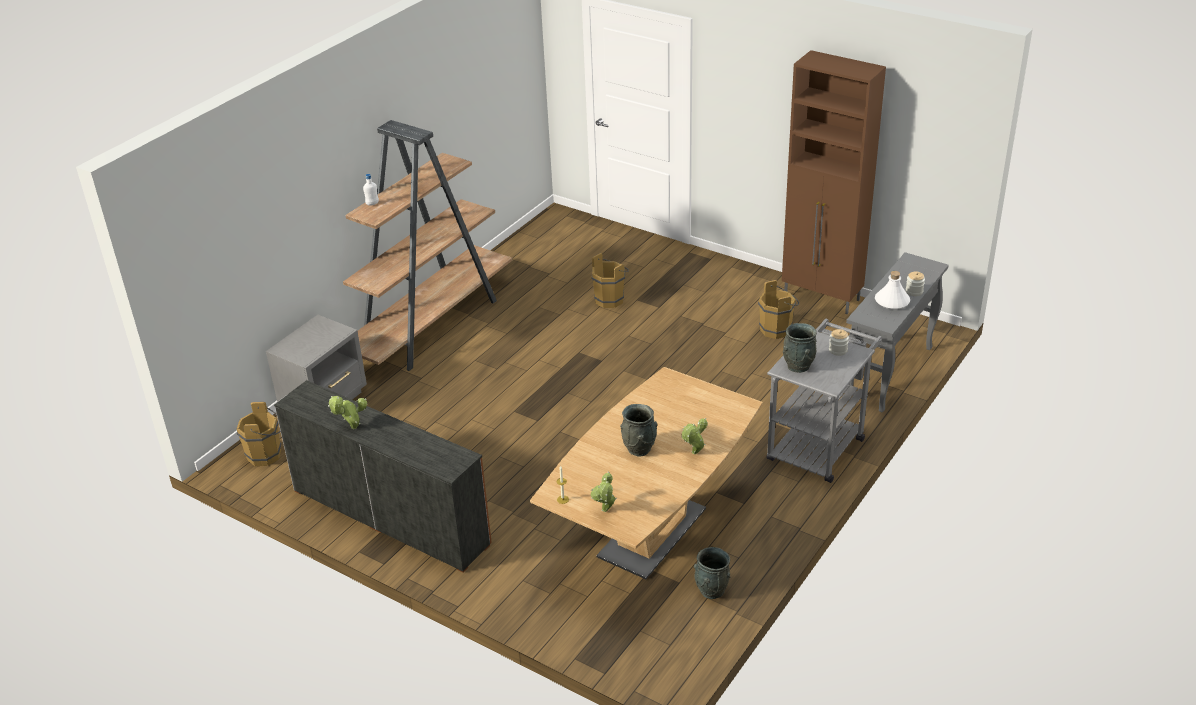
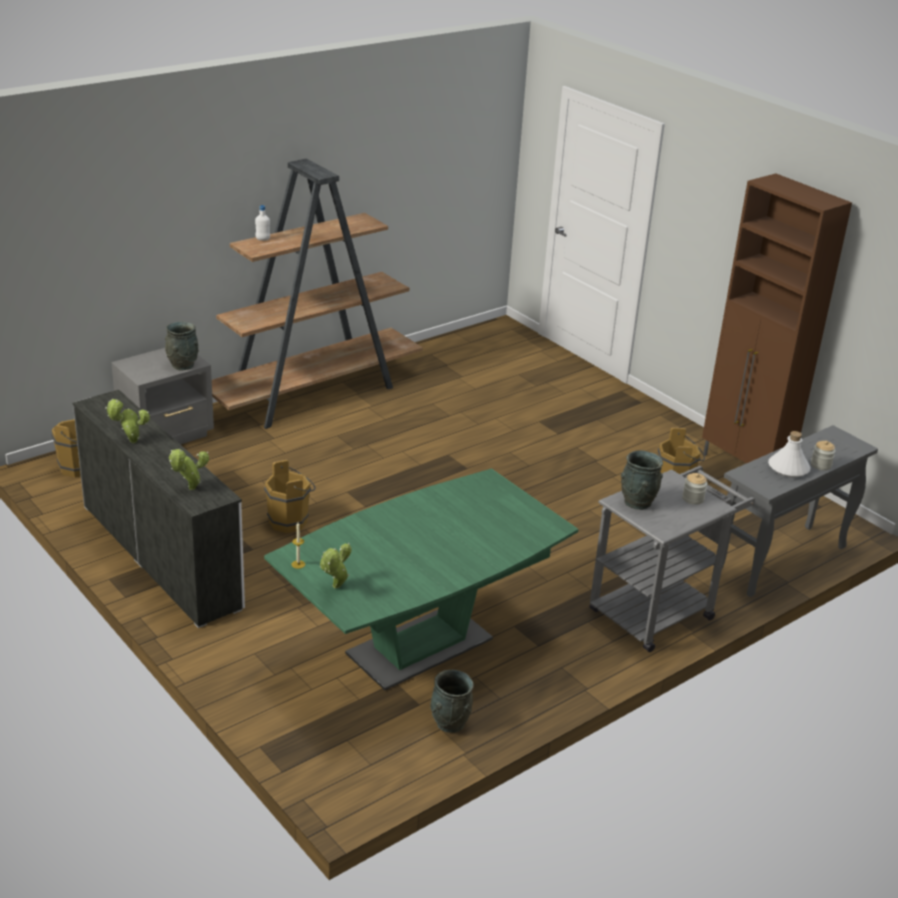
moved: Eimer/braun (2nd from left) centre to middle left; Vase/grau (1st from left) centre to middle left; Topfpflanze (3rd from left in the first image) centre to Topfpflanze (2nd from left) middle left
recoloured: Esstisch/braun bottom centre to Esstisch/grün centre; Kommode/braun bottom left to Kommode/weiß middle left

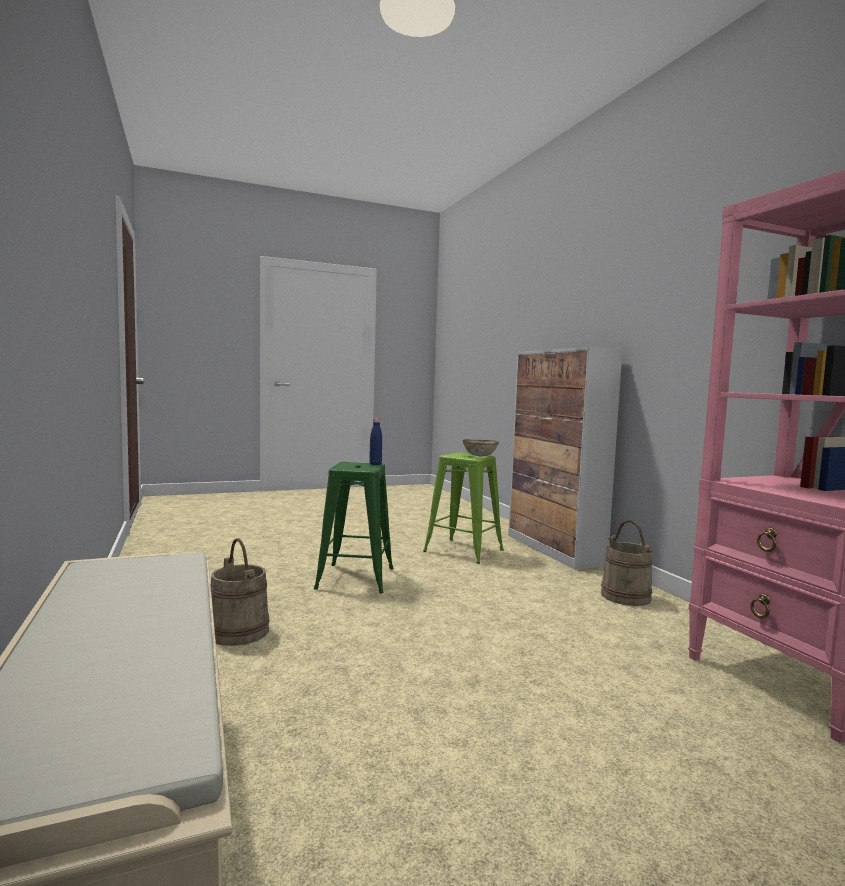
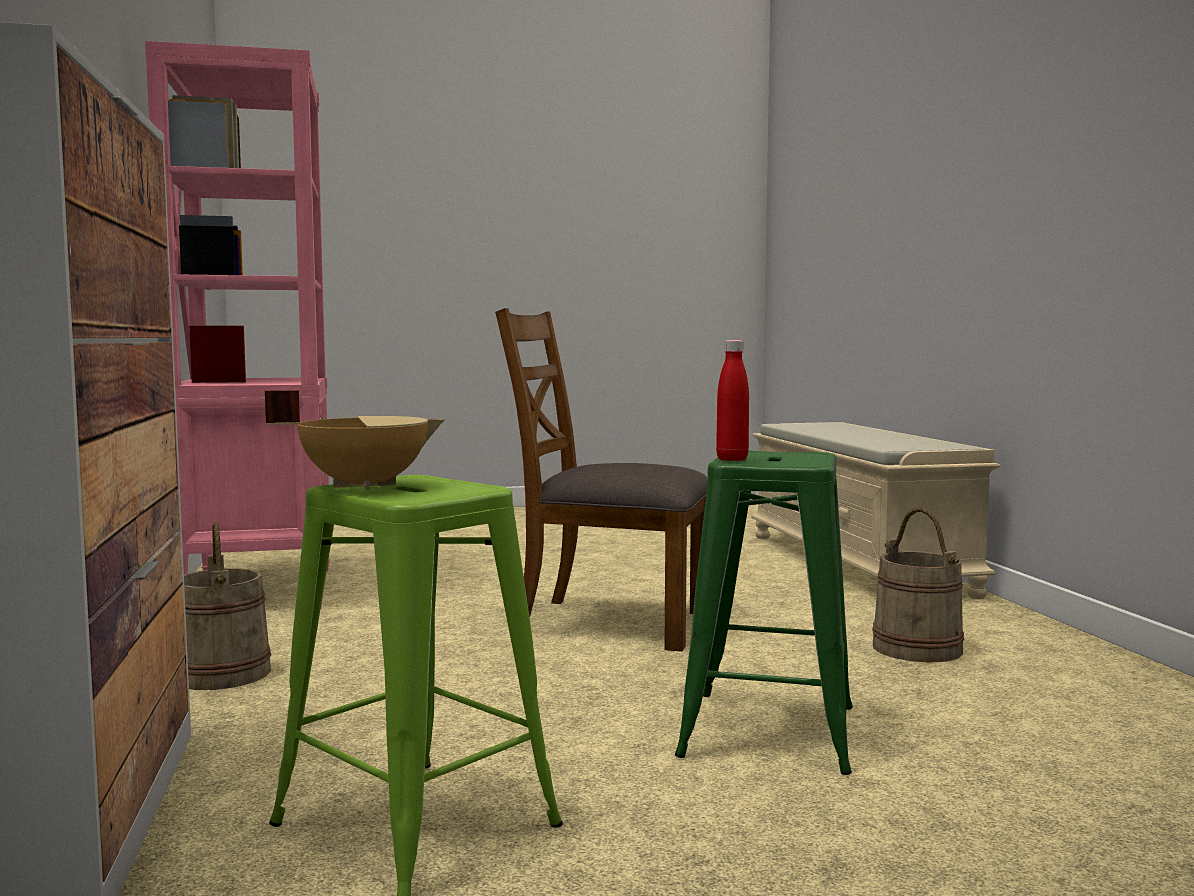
added: Stuhl/braun centre
replaced: Schüssel centre to Kochtopf/beige middle left
recoloured: Flasche/blau centre to Flasche/rot centre

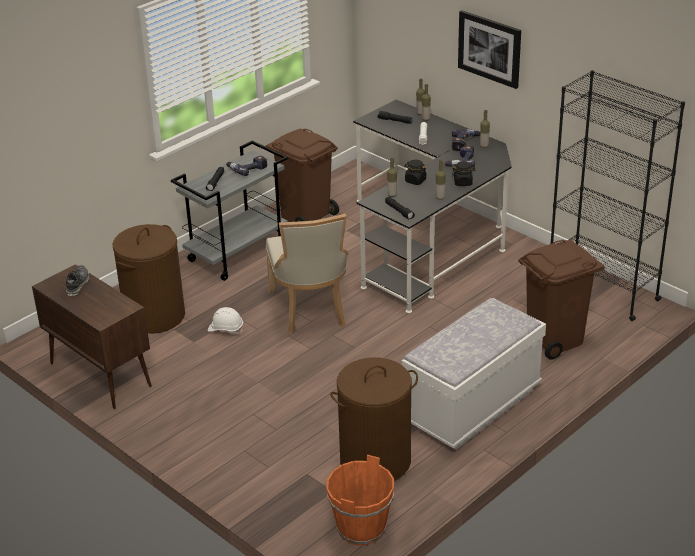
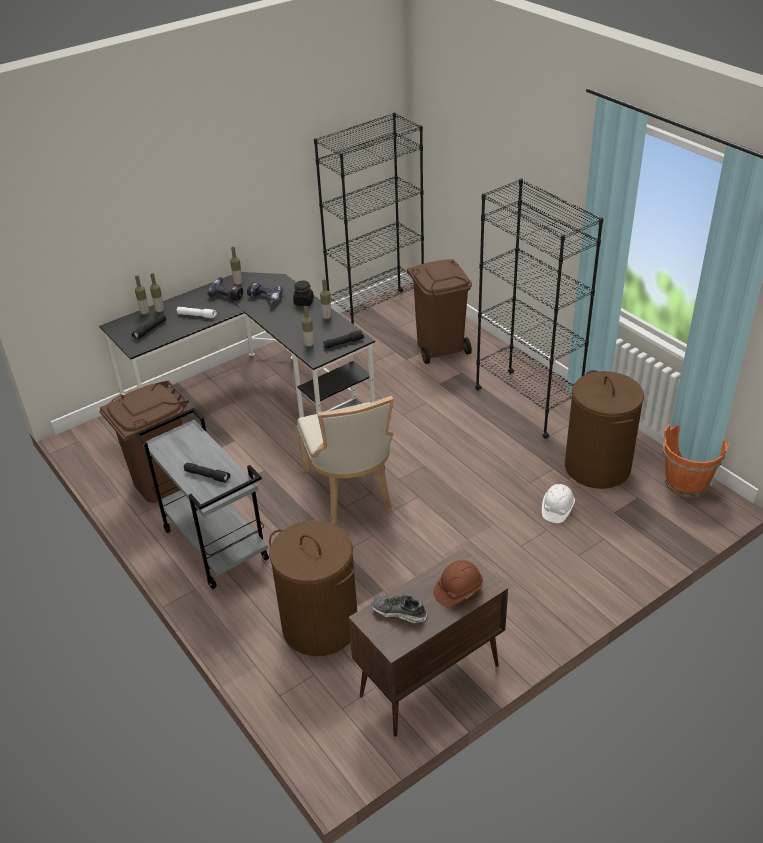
removed: Bild top right; Bohrmaschine (1st from left) top centre; Vorratsglas/schwarz (1st from left) top centre
added: Schutzhelm/braun bottom centre
moved: Schutzhelm/weiß middle left to middle right
replaced: Bank/weiß bottom right to Bücherregal/schwarz (2nd from left) middle right
turned: Stuhl/beige centre = centre 75 degrees clockwise

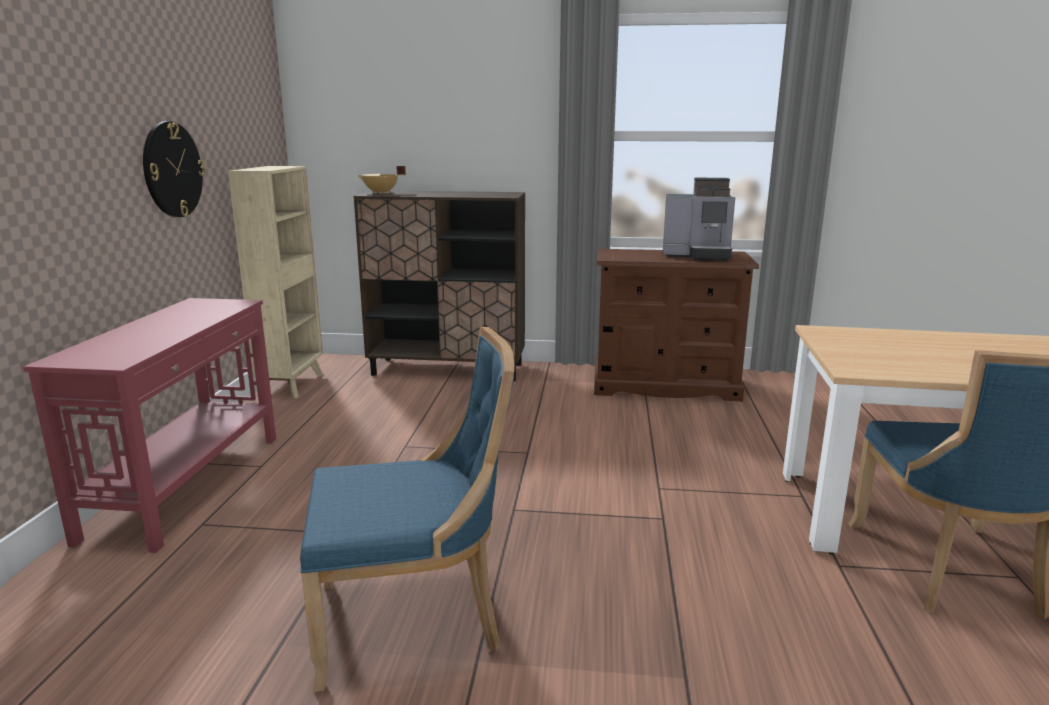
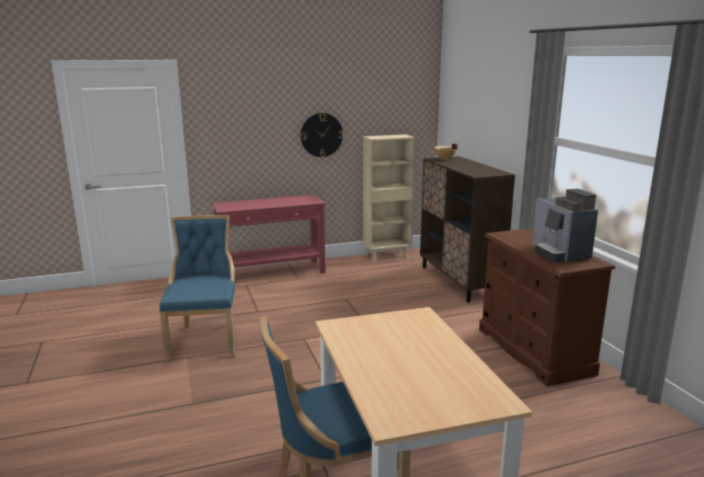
turned: Stuhl/blau (1st from left) bottom centre = middle left 150 degrees counterclockwise

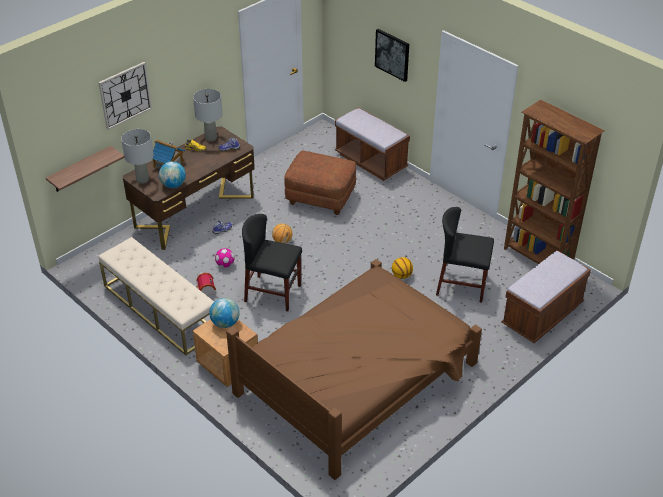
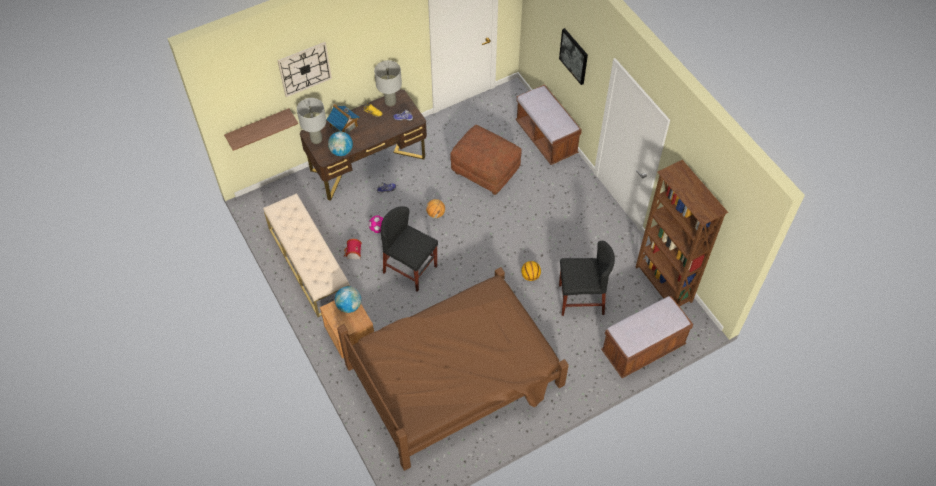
turned: Stuhl/schwarz (2nd from left) middle right = centre 150 degrees clockwise

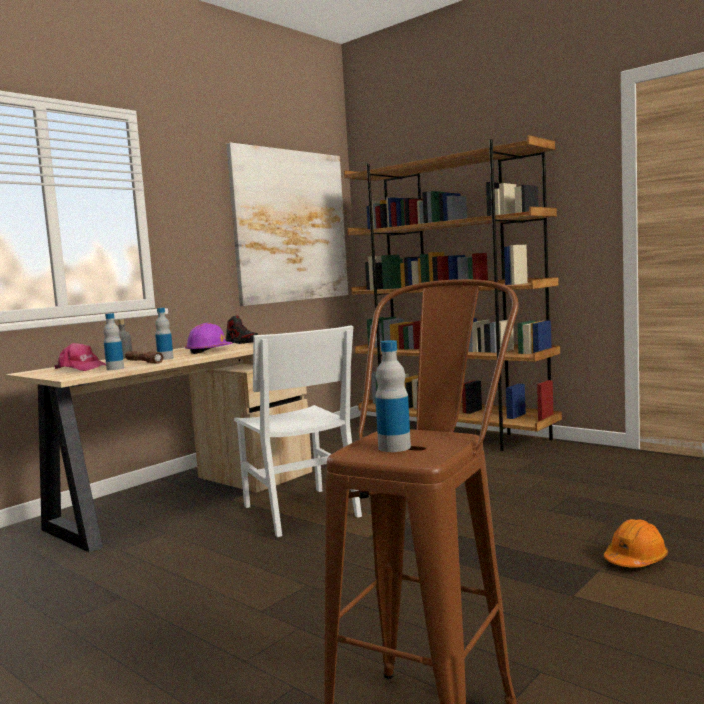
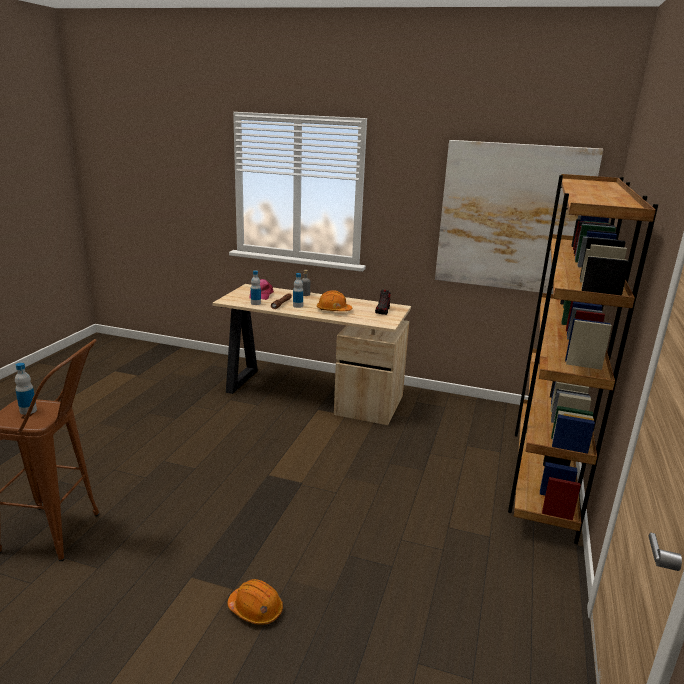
removed: Stuhl/weiß centre
recoloured: Schutzhelm/lila middle left to Schutzhelm/orange (2nd from left) centre

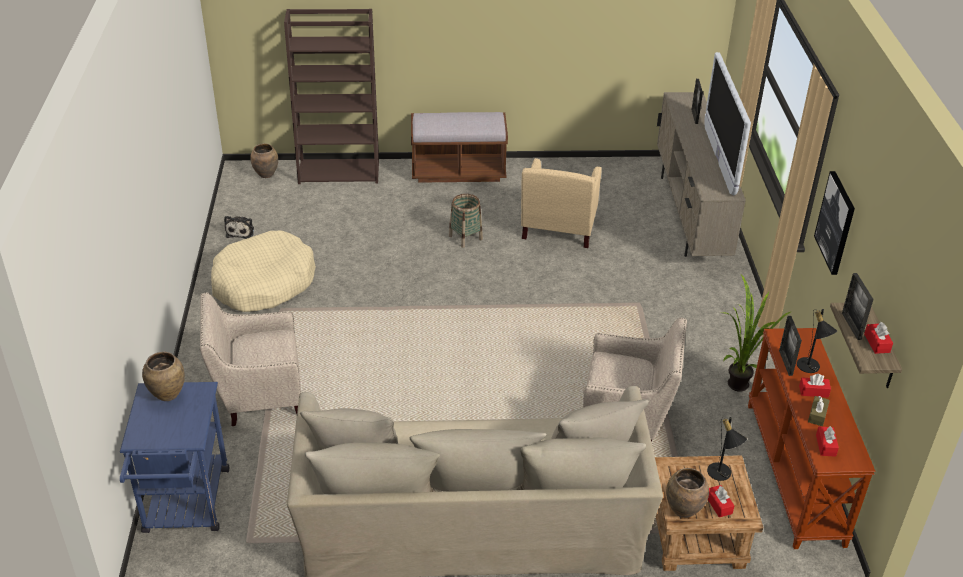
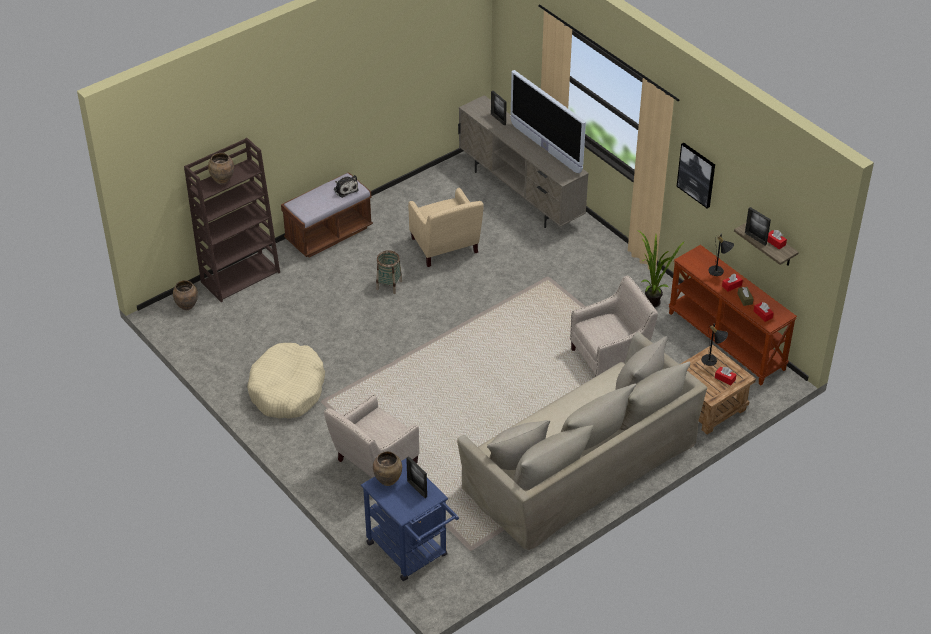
moved: Plüschtier middle left to top centre; Bilderrahmen (2nd from left in the first image) middle right to Bilderrahmen (1st from left) bottom centre; Vase/braun (3rd from left in the first image) bottom right to Vase/braun (2nd from left) top left

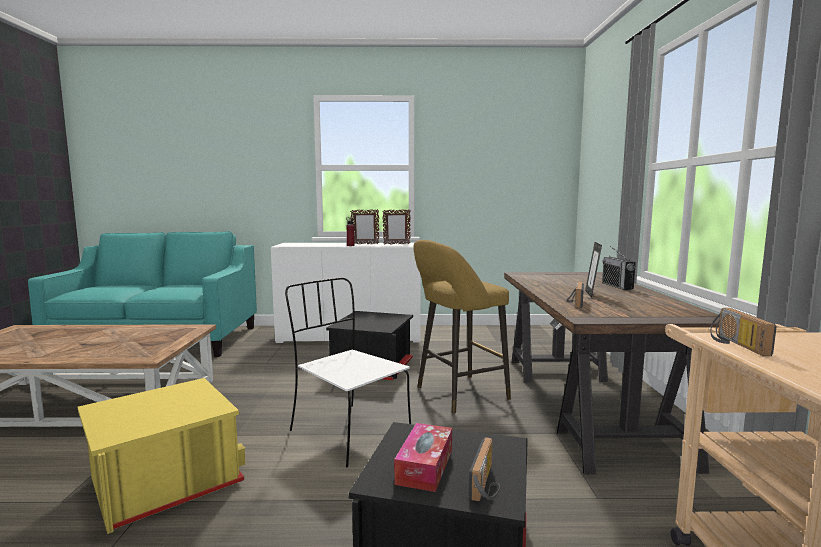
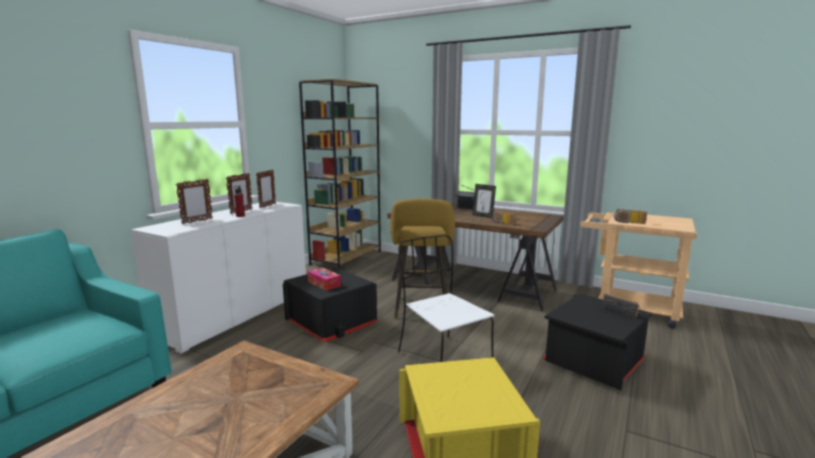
added: Bücherregal/braun centre; Bilderrahmen (1st from left) middle left
moved: Taschentuchbox bottom centre to centre
turned: Stuhl/weiß bottom centre = centre 75 degrees clockwise

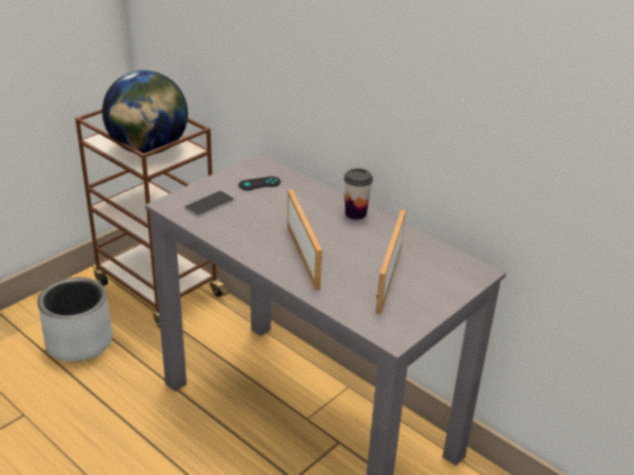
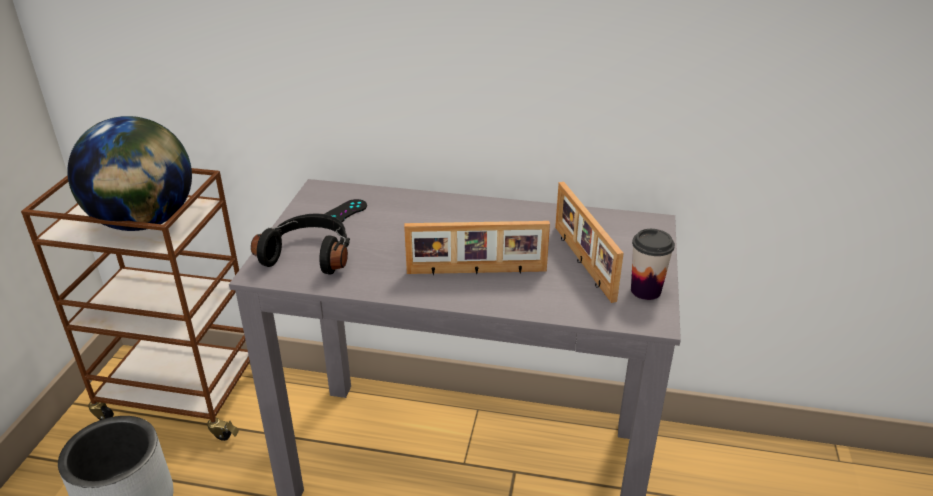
moved: Tasse centre to middle right
replaced: Handy middle left to Kopfhörer/schwarz middle left
turned: Bilderrahmen (1st from left) centre = centre 135 degrees clockwise

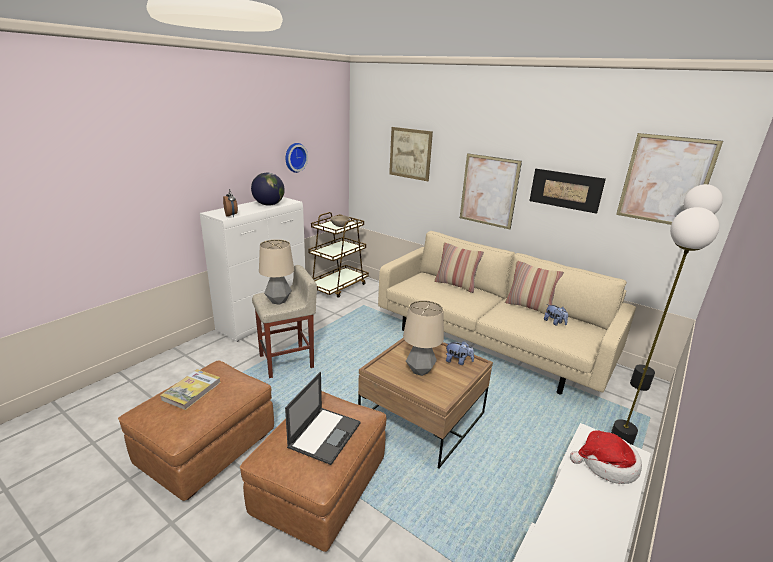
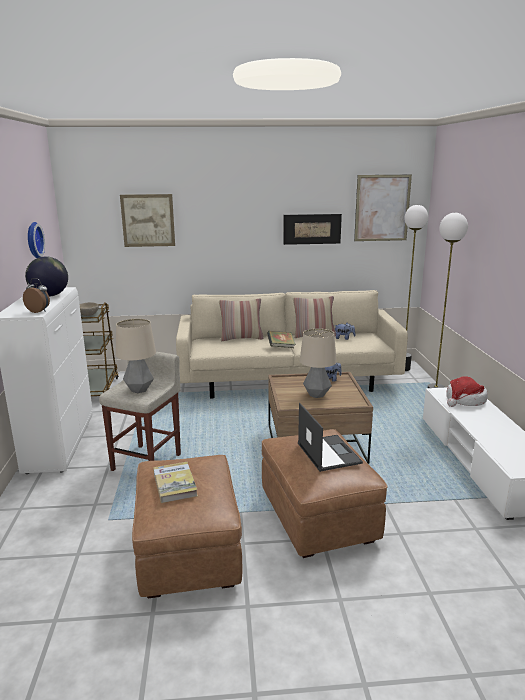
removed: Bild (2nd from left) centre
added: Buch (2nd from left) centre

